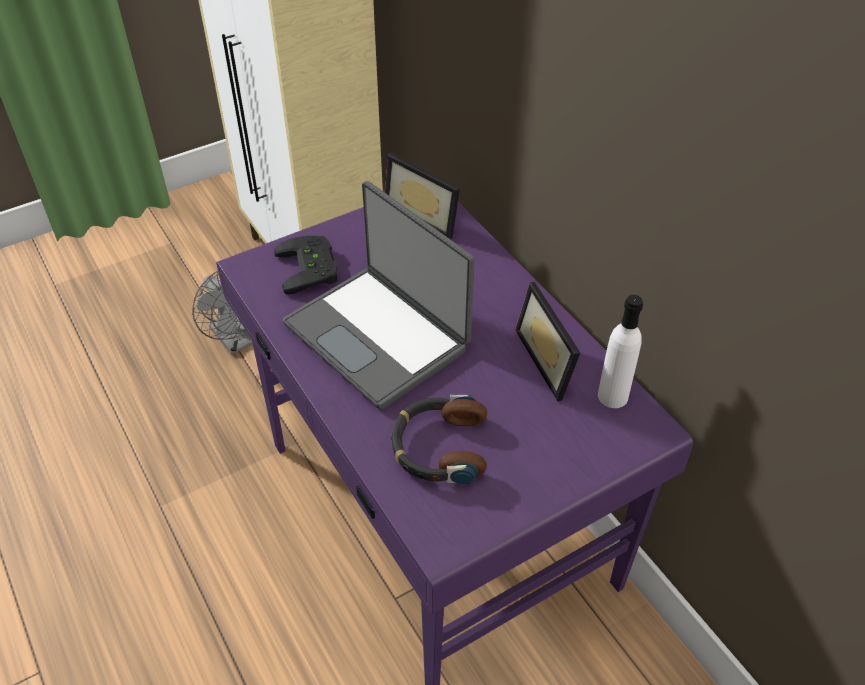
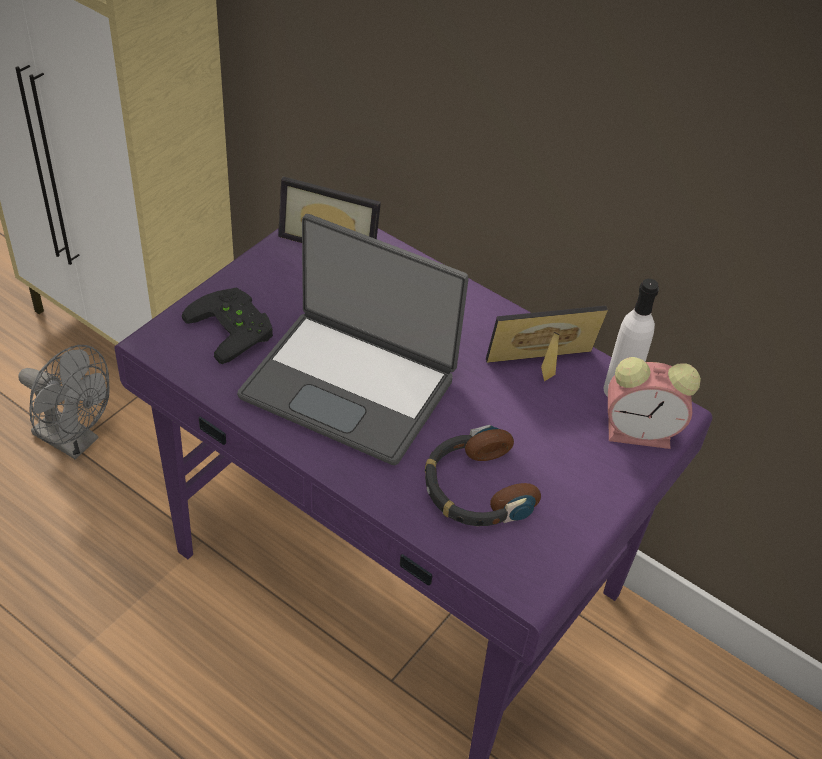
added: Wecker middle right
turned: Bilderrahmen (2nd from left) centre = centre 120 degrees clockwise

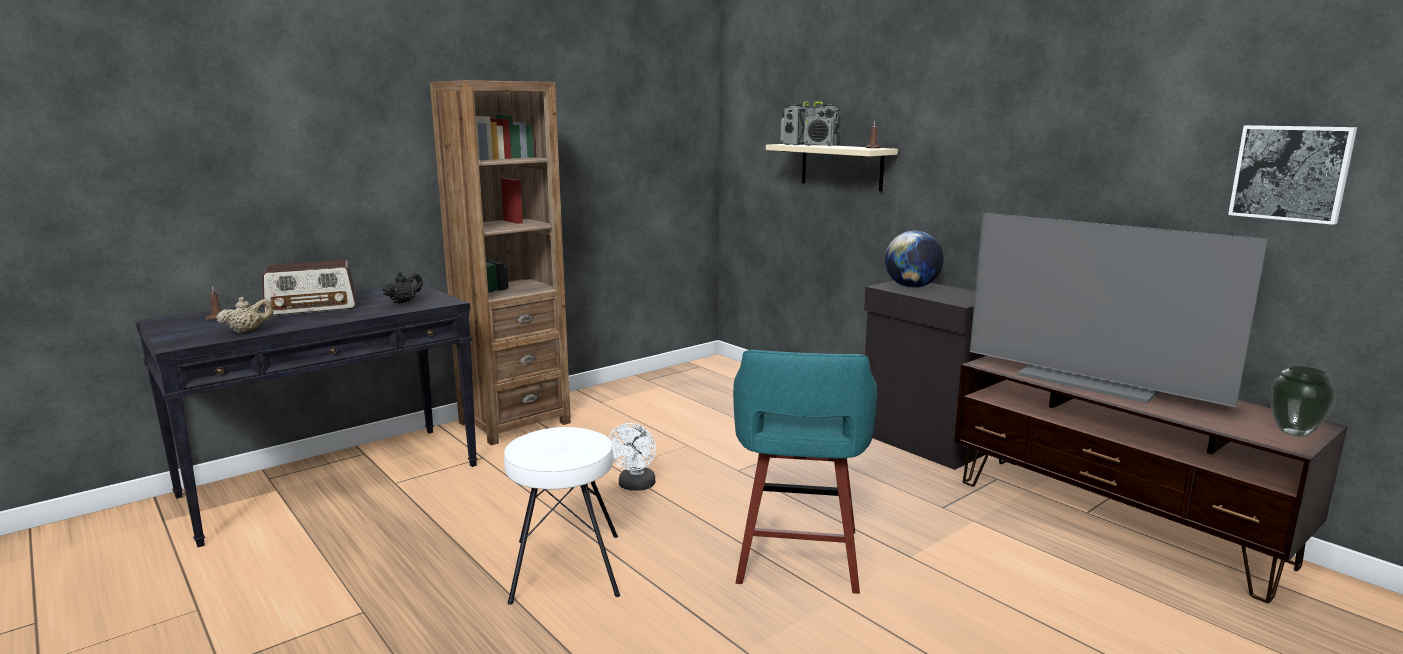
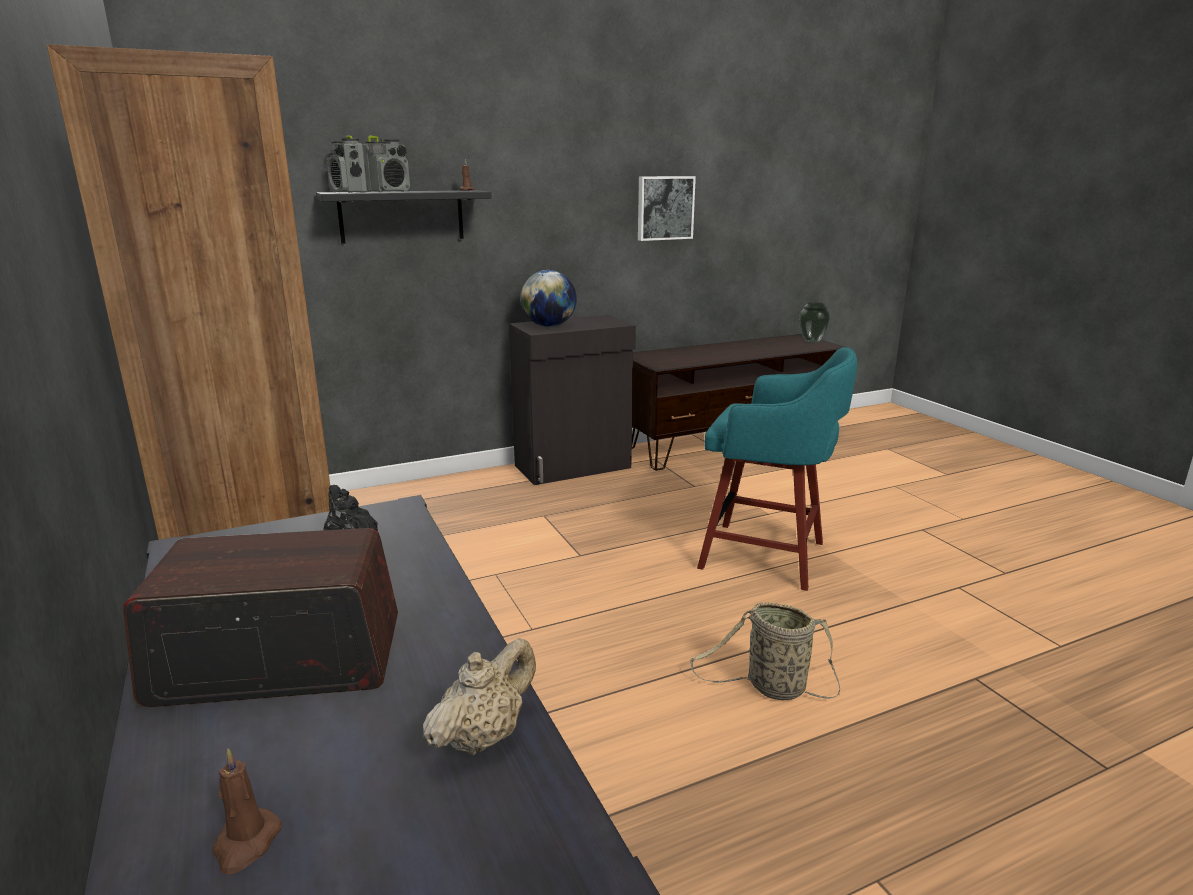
removed: Fernseher middle right; Ventilator/weiß bottom centre
moved: Bild top right to top centre
replaced: Hocker/weiß bottom centre to Korb bottom centre
recoloured: Wandregal/beige top centre to Wandregal/schwarz top centre
turned: Radio (1st from left) middle left = bottom left 90 degrees counterclockwise; Teekanne/beige middle left = bottom centre 60 degrees clockwise

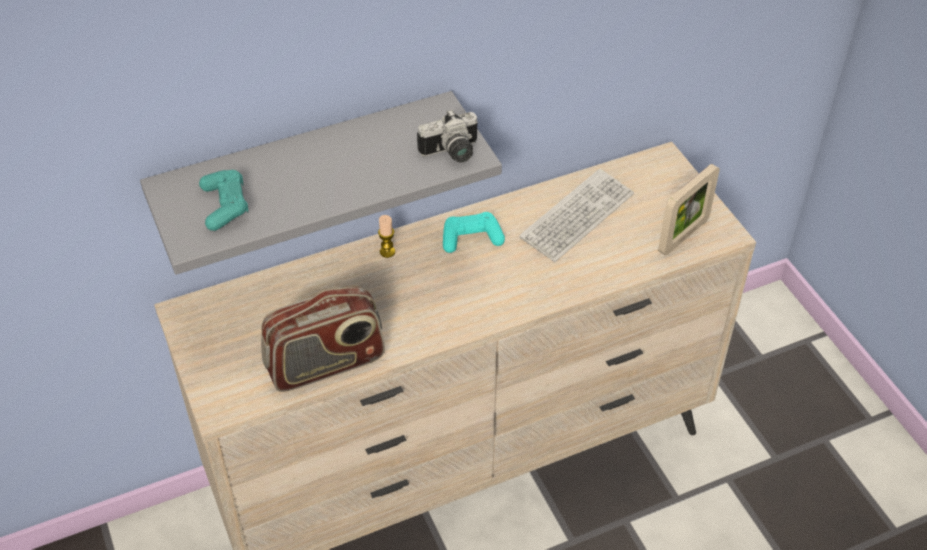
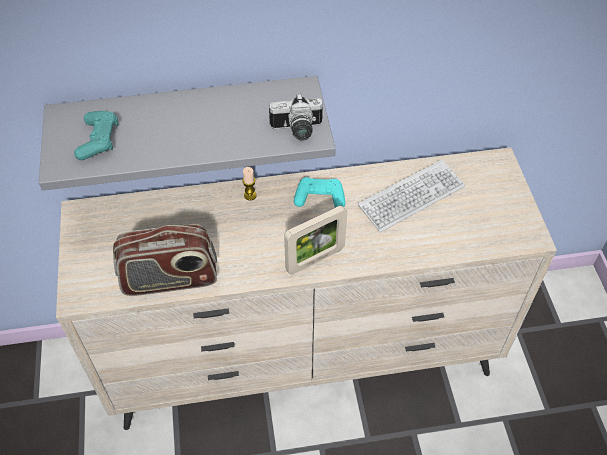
moved: Bilderrahmen middle right to centre

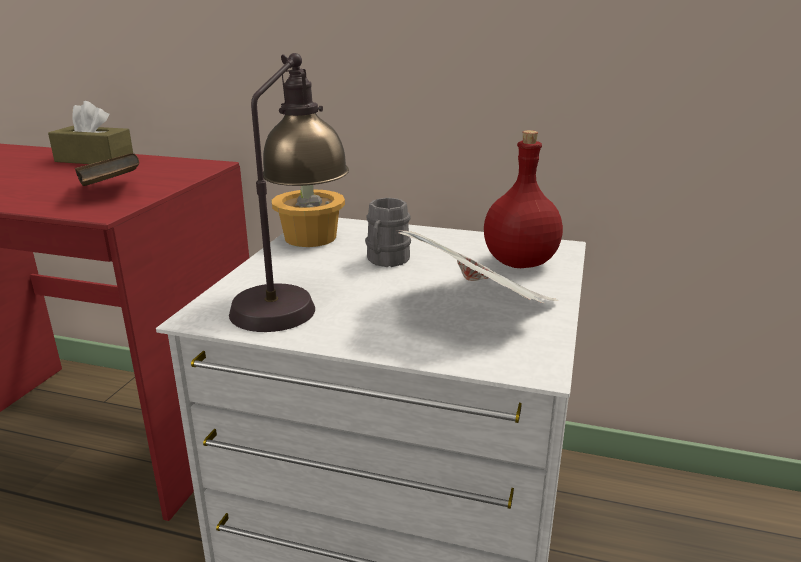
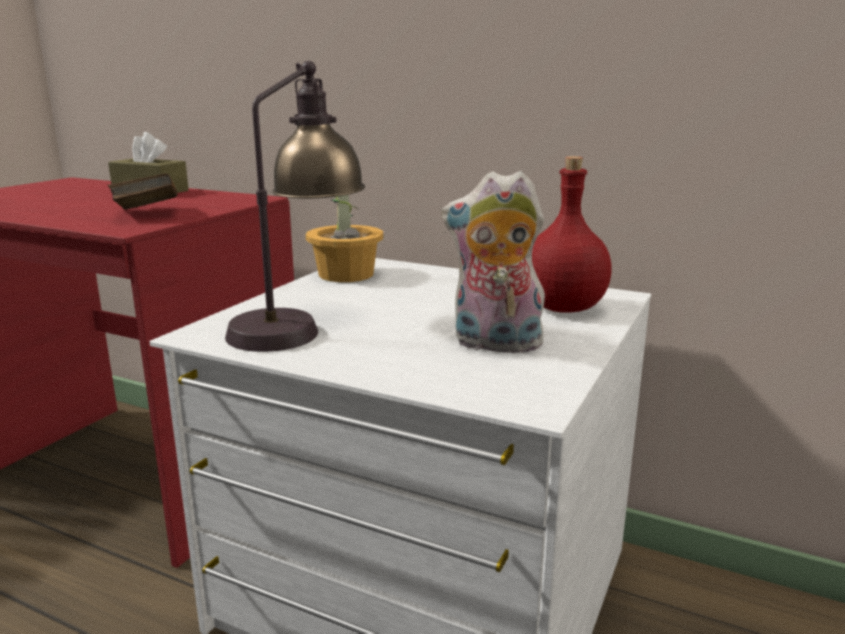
removed: Henkelbecher/grau centre
replaced: Zeitung centre to Plüschtier centre

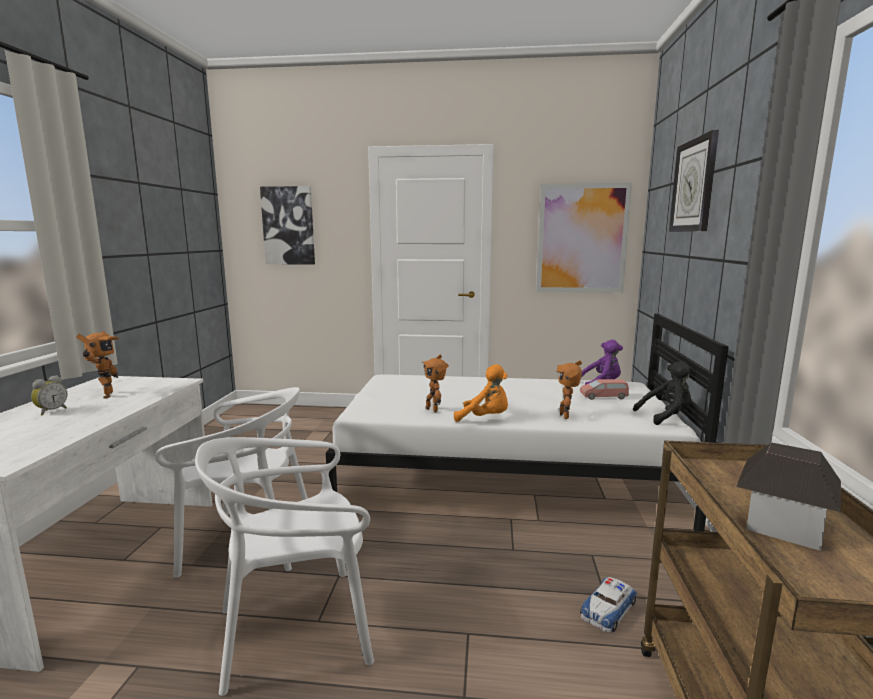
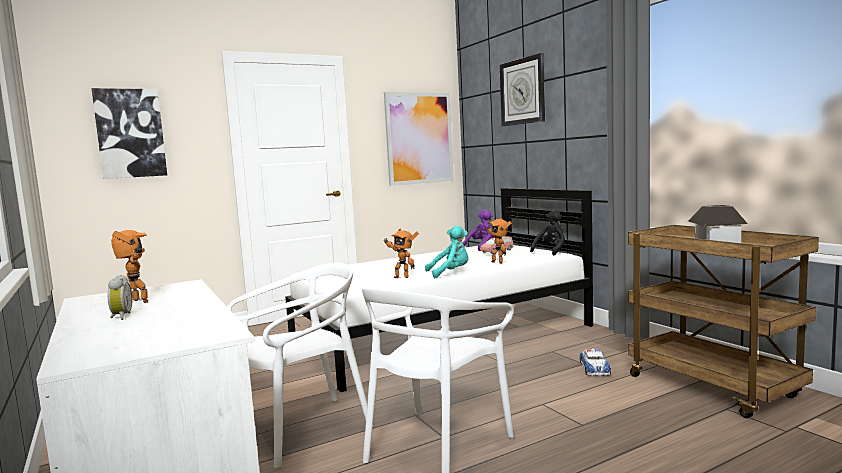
recoloured: Plüschtier/orange centre to Plüschtier/türkis centre

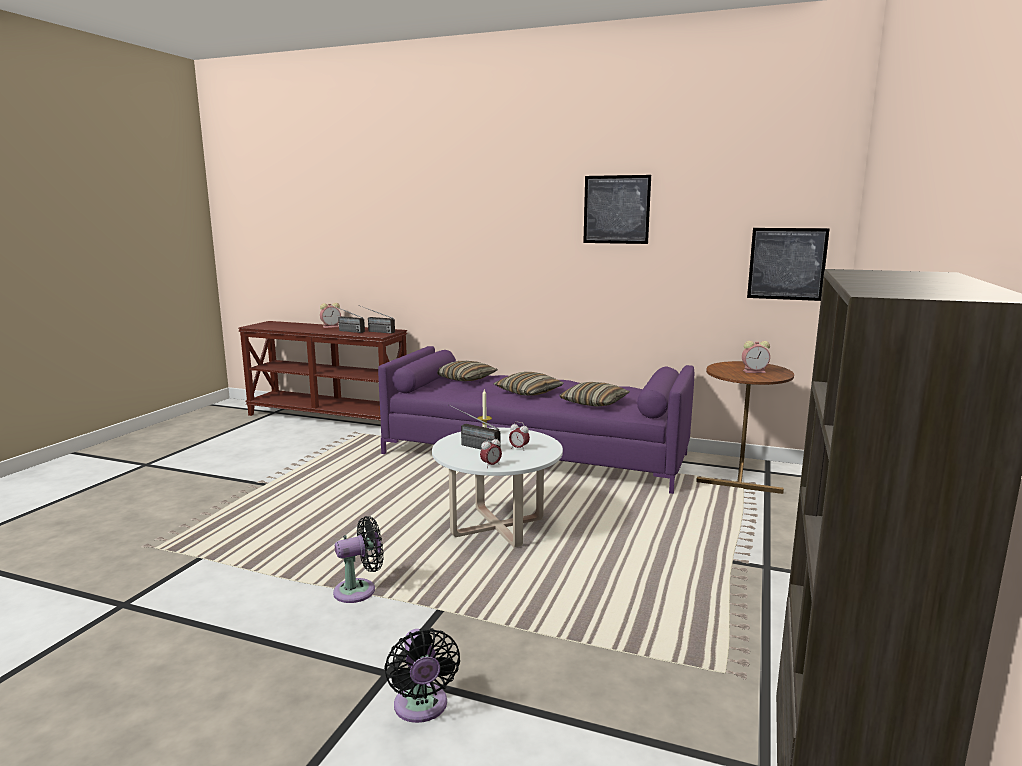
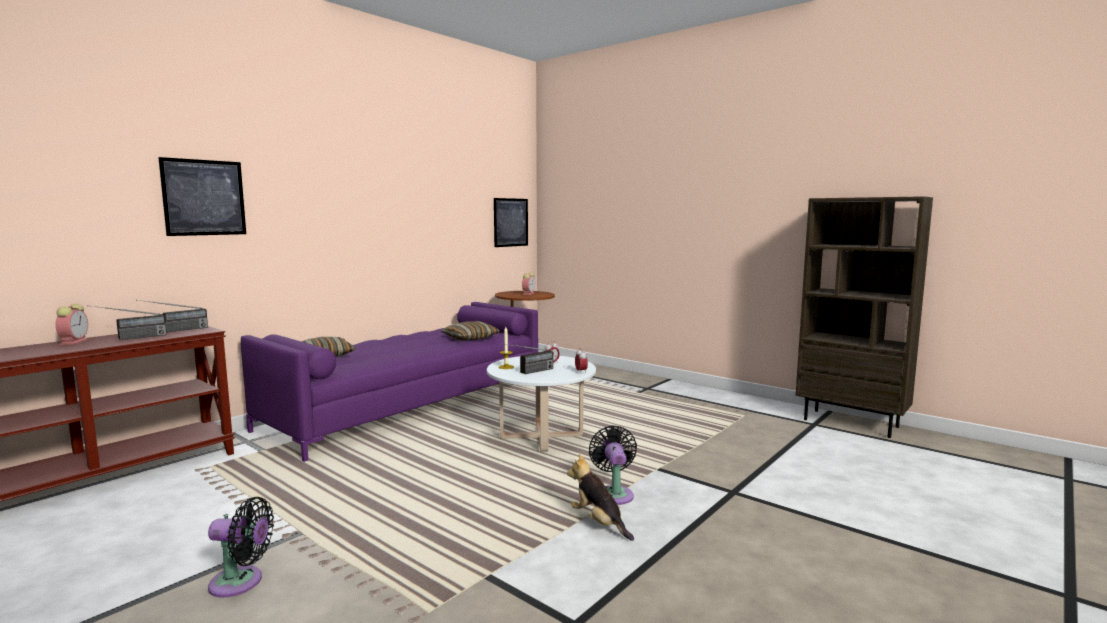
removed: Kissen (2nd from left) centre
added: Plüschtier bottom centre
moved: Bild (1st from left) top centre to top left; Ventilator/schwarz (2nd from left in the first image) bottom centre to Ventilator/schwarz (1st from left) bottom left

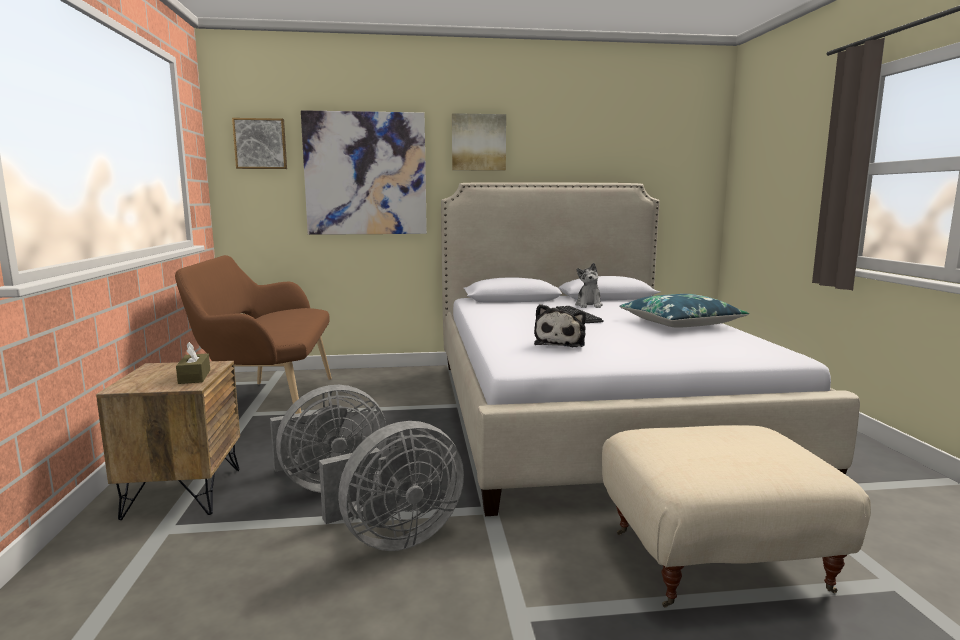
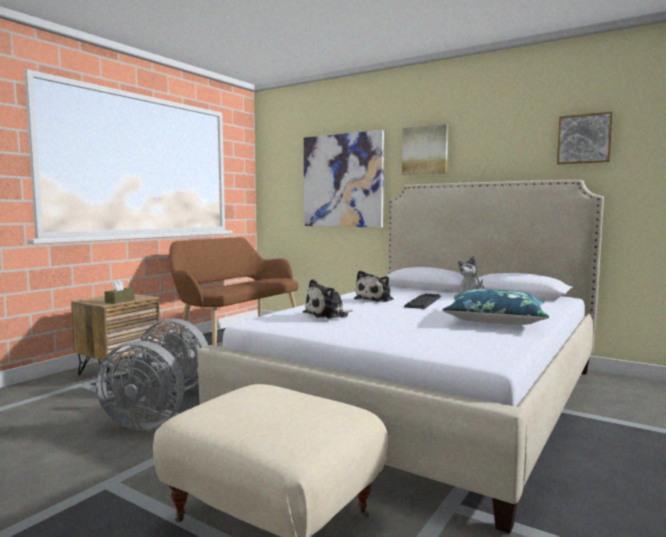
added: Plüschtier (2nd from left) centre
moved: Bild (1st from left in the first image) top left to Bild (3rd from left) top right

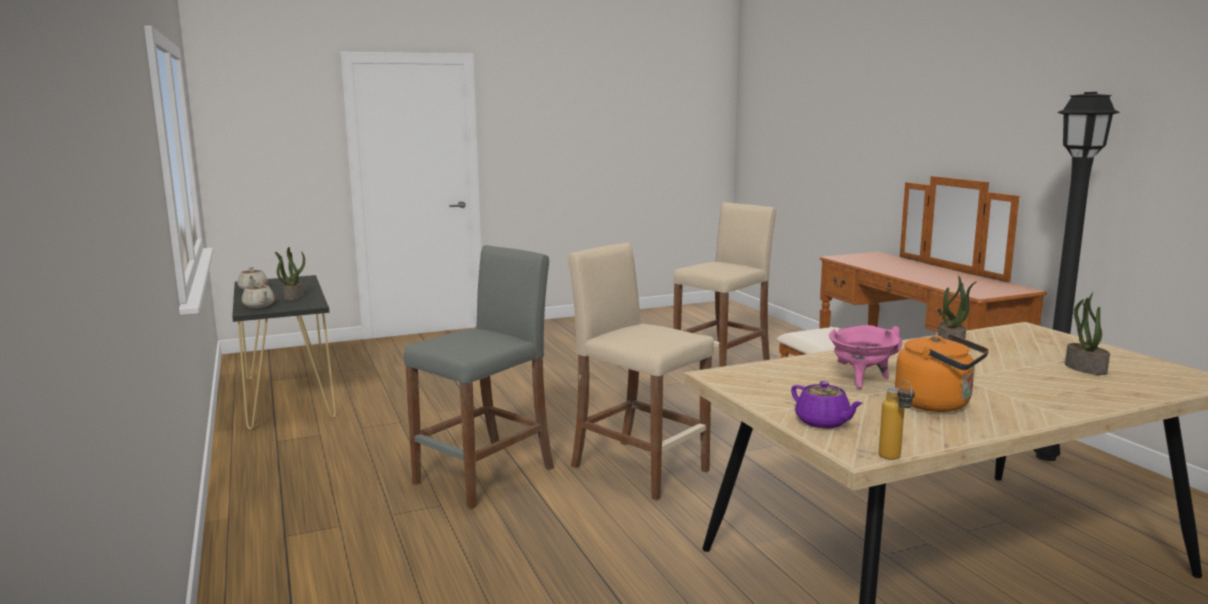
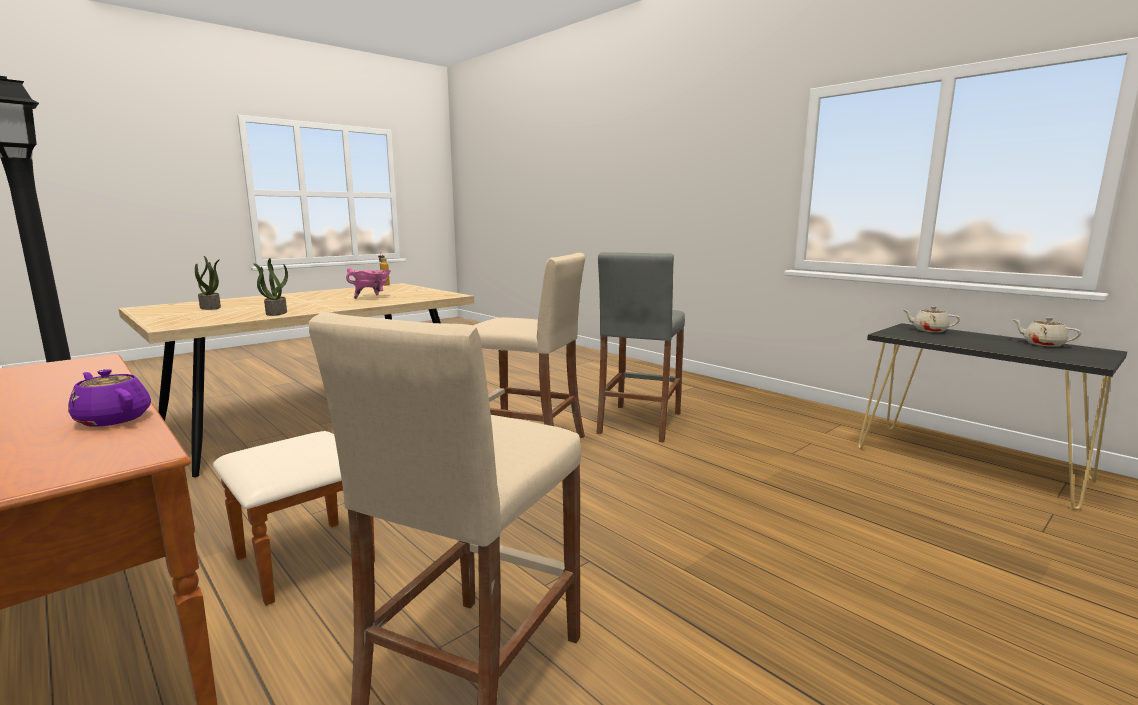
removed: Topfpflanze (1st from left) middle left; Wasserkessel/orange middle right
moved: Teekanne/lila bottom right to middle left

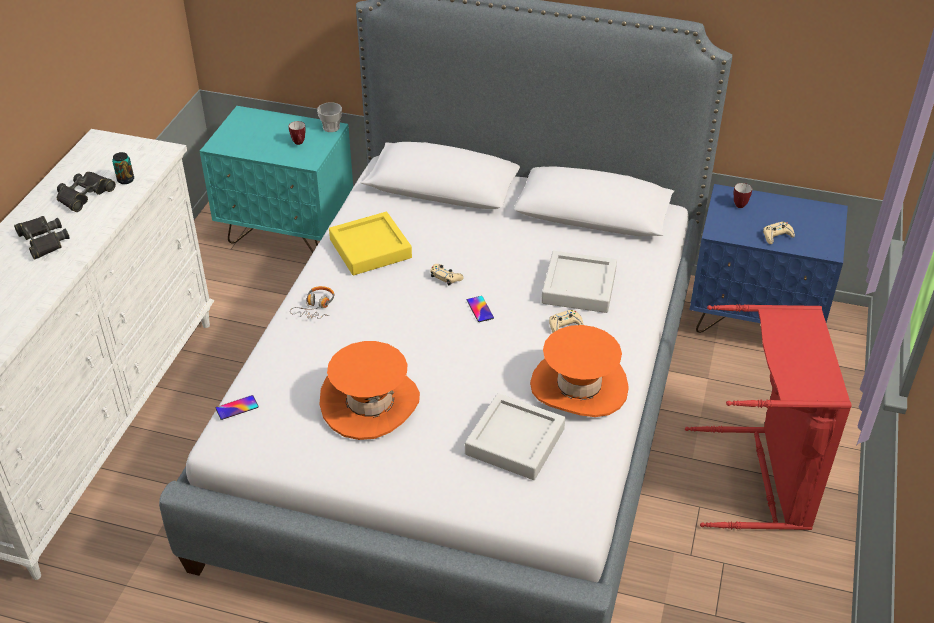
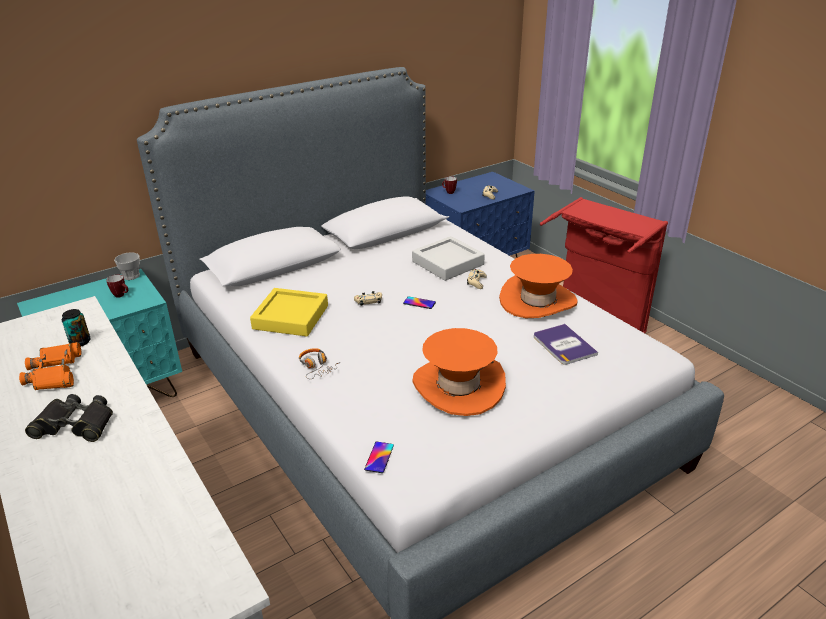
replaced: Tablett/grau (1st from left) bottom centre to Buch middle right
recoloured: Fernglas/schwarz (2nd from left) top left to Fernglas/orange middle left

